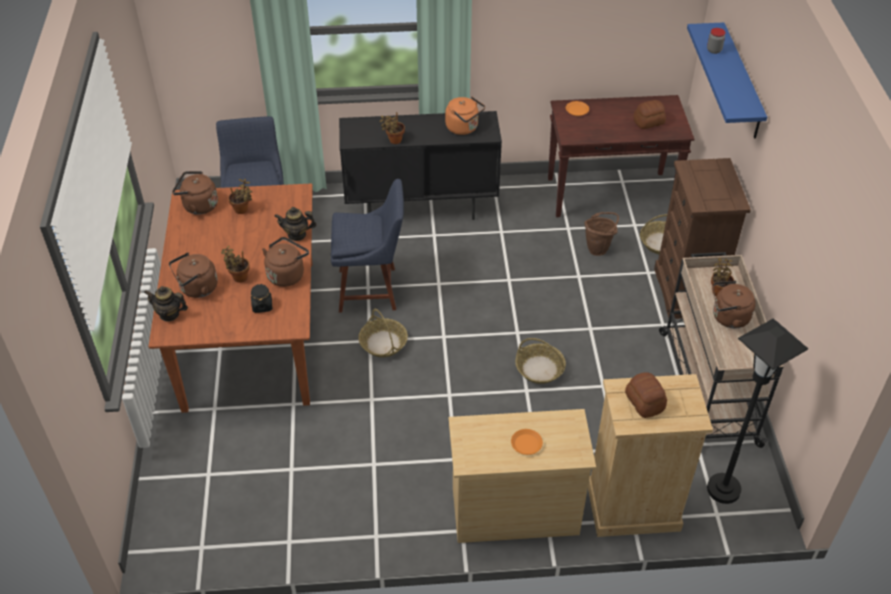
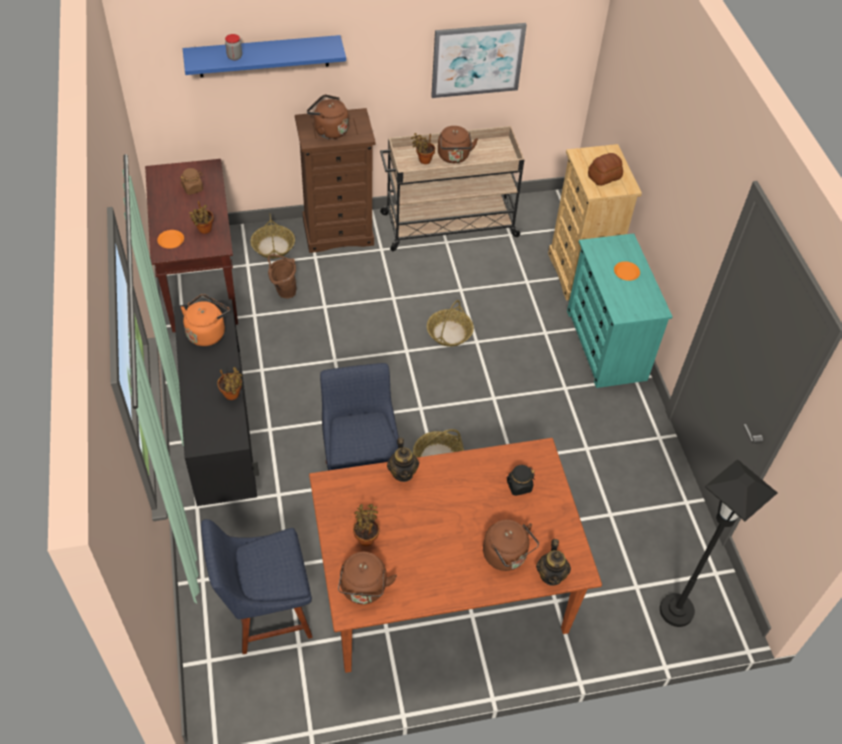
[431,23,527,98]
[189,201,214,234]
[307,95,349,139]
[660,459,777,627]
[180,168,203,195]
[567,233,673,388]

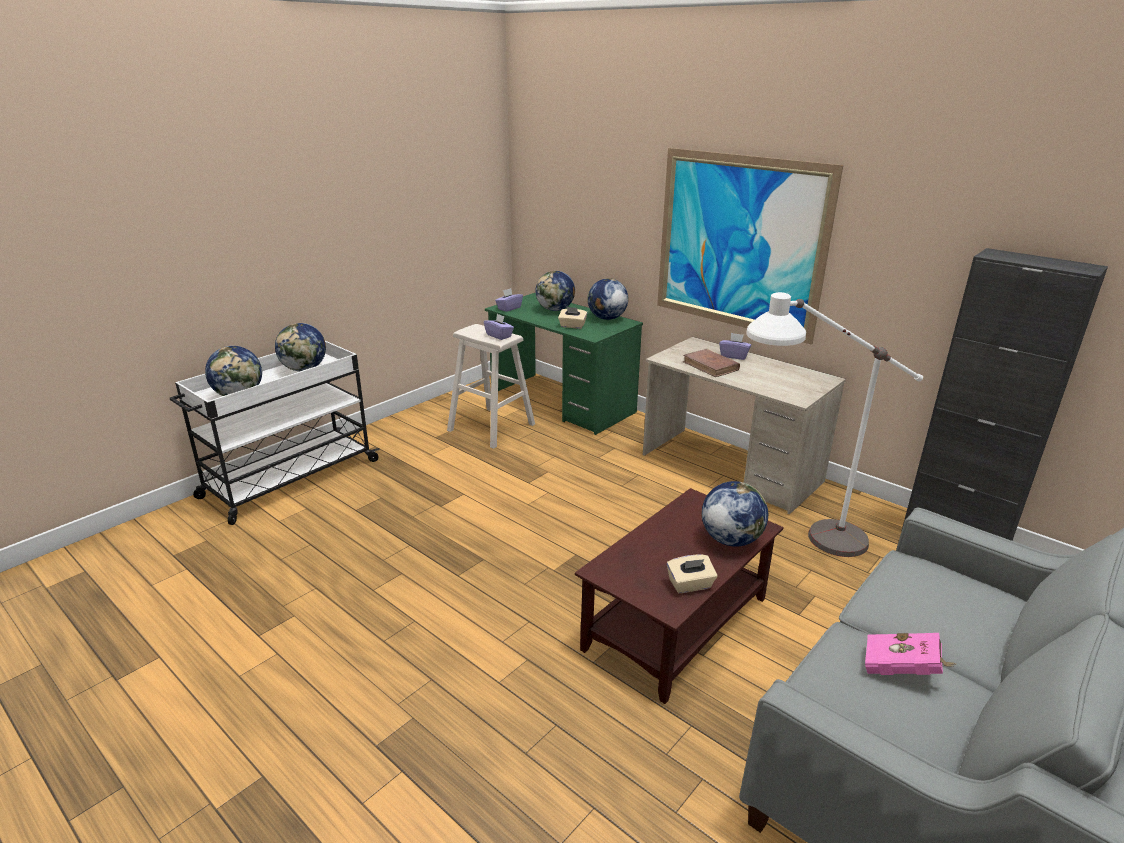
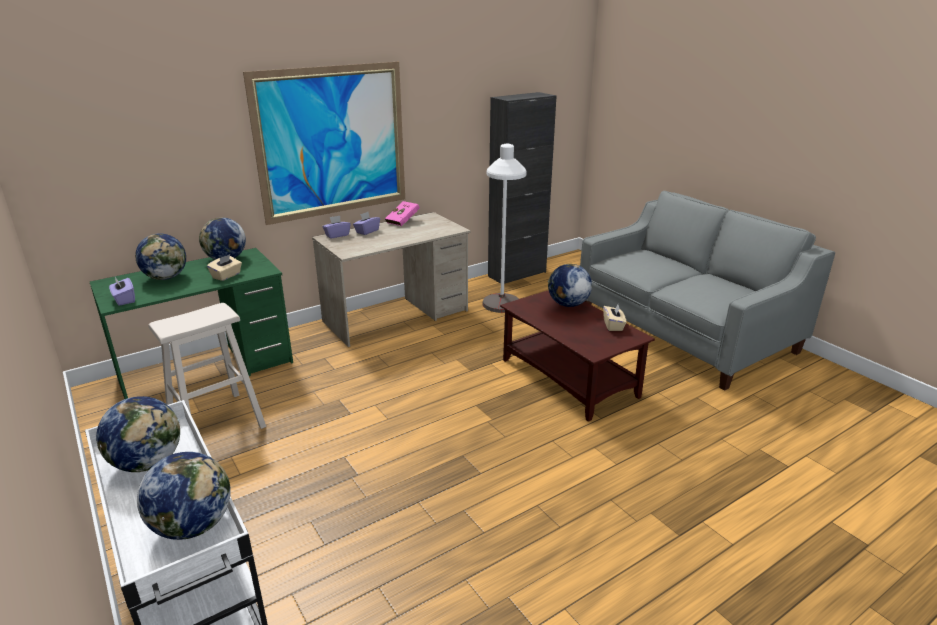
[683,349,740,377] (first image)
[322,216,351,239]
[385,201,419,226]

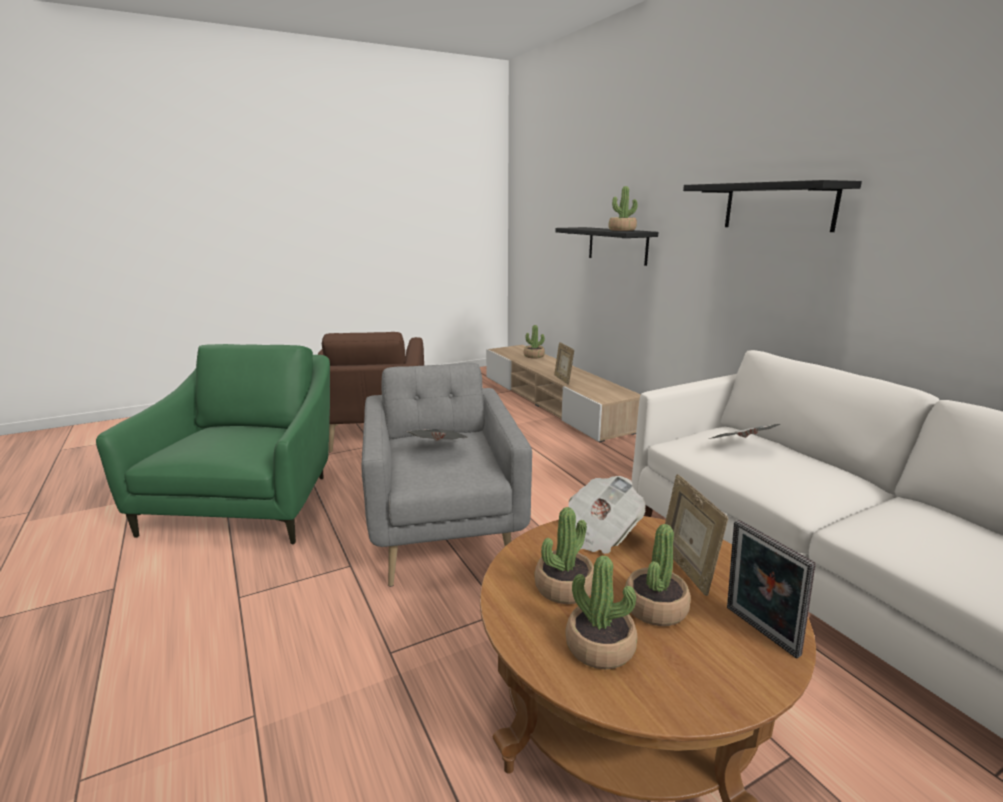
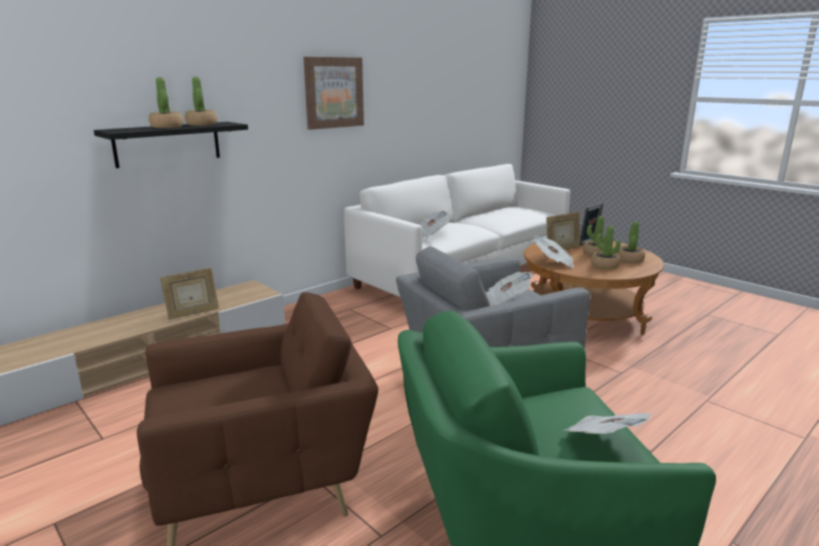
[563,413,653,434]
[149,77,183,128]
[304,57,364,130]

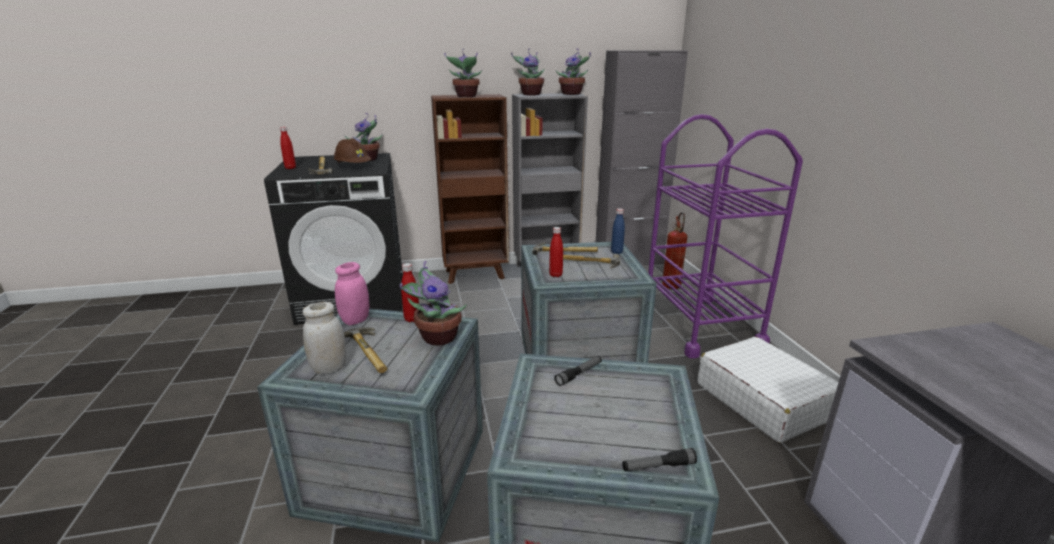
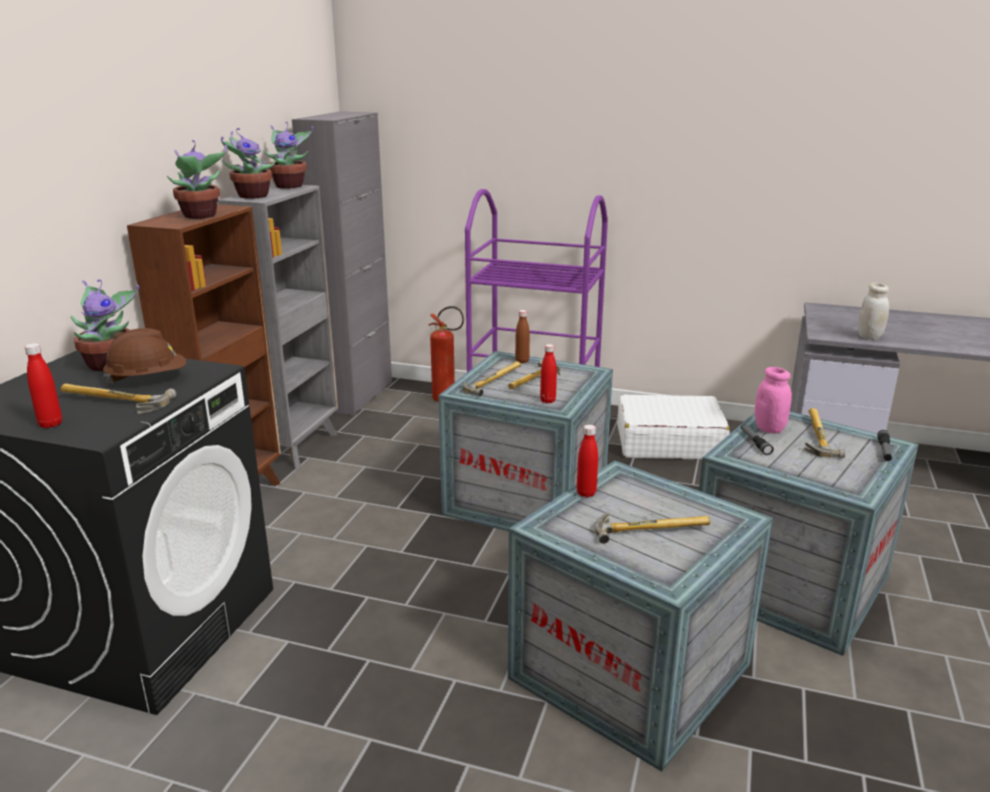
[400,261,467,346] (first image)
[804,408,845,458]
[858,283,889,340]
[755,367,792,434]
[515,310,530,363]

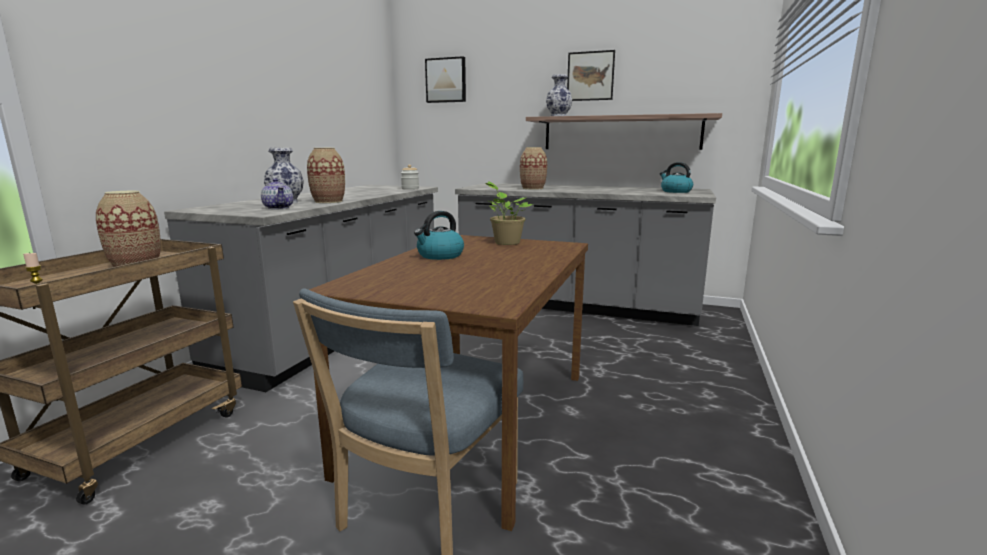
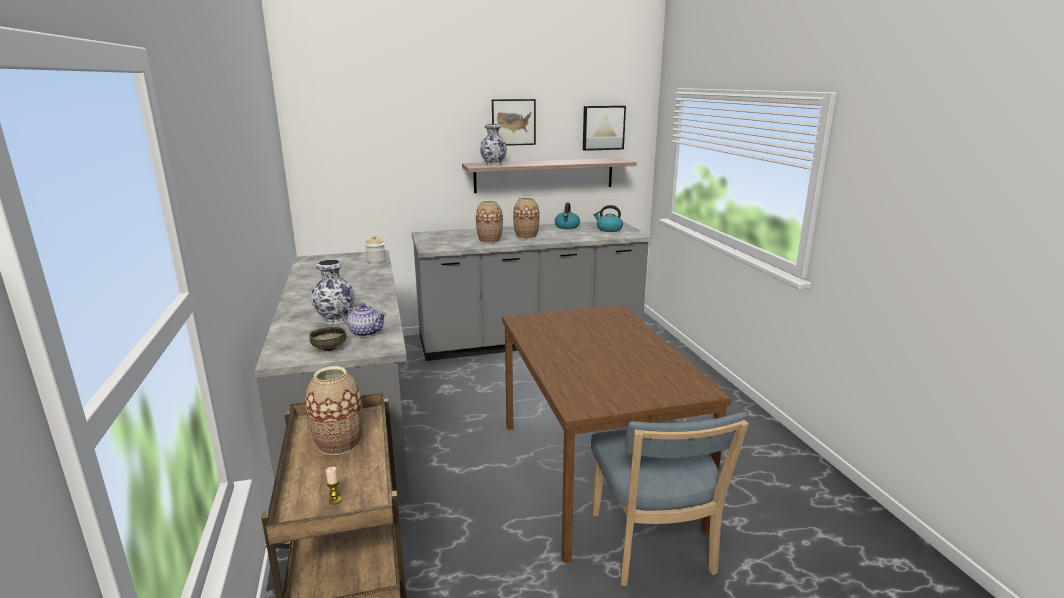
[485,181,533,245] (first image)
[309,326,346,351]
[513,197,540,239]
[555,203,580,229]
[583,106,626,151]

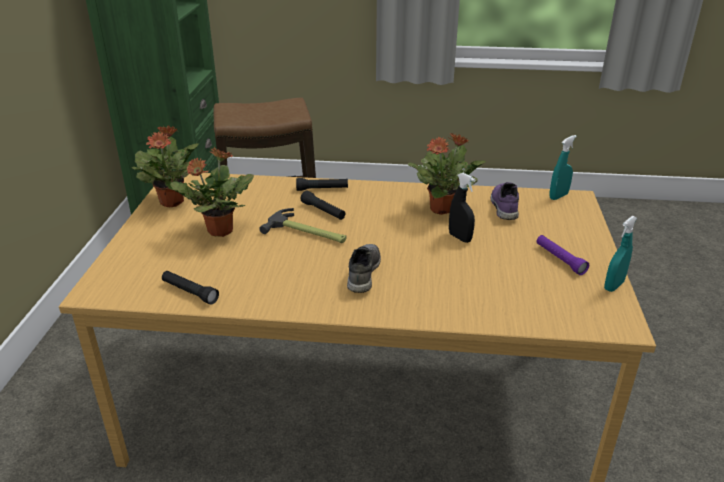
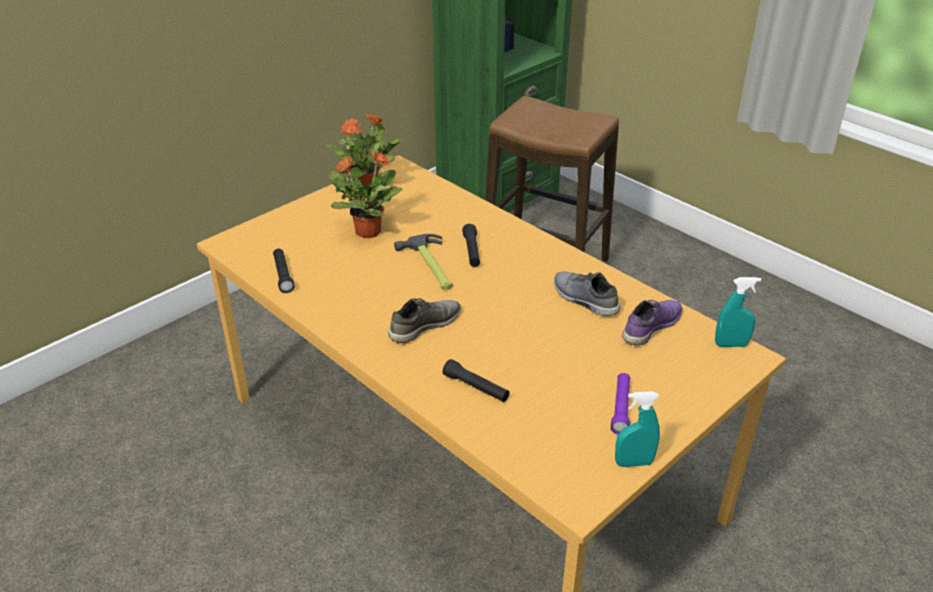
[449,173,476,243] (first image)
[443,359,510,402]
[554,271,620,316]

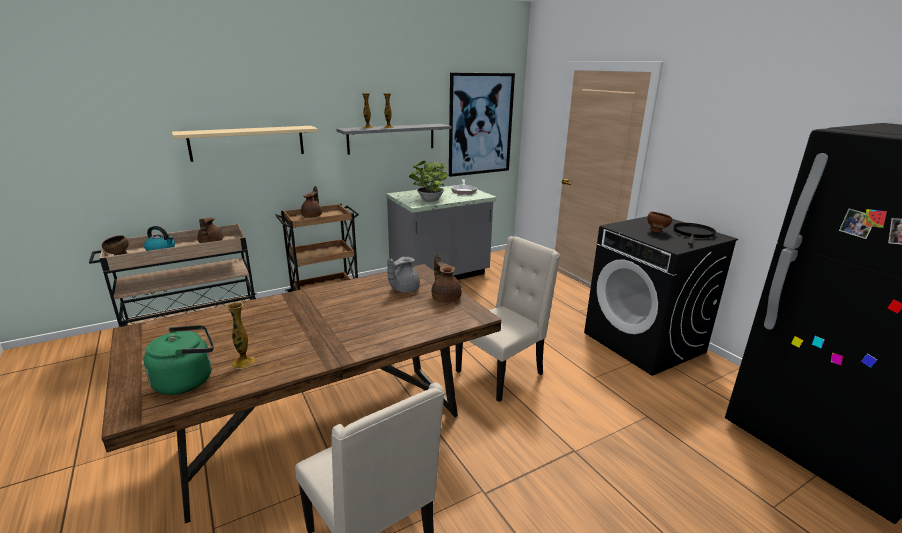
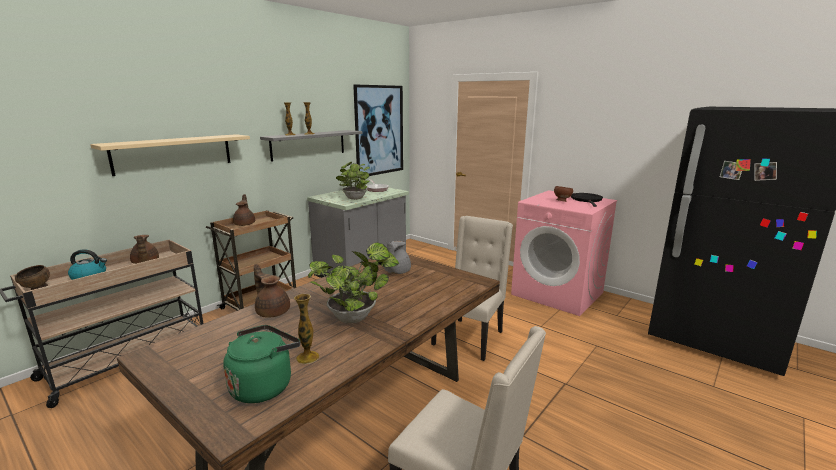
[308,242,399,323]
[254,264,290,318]
[511,190,617,316]

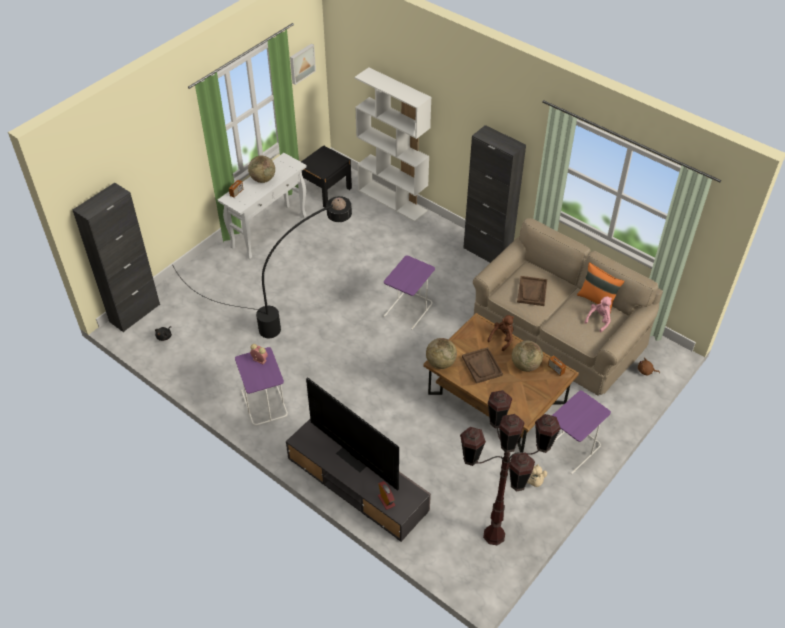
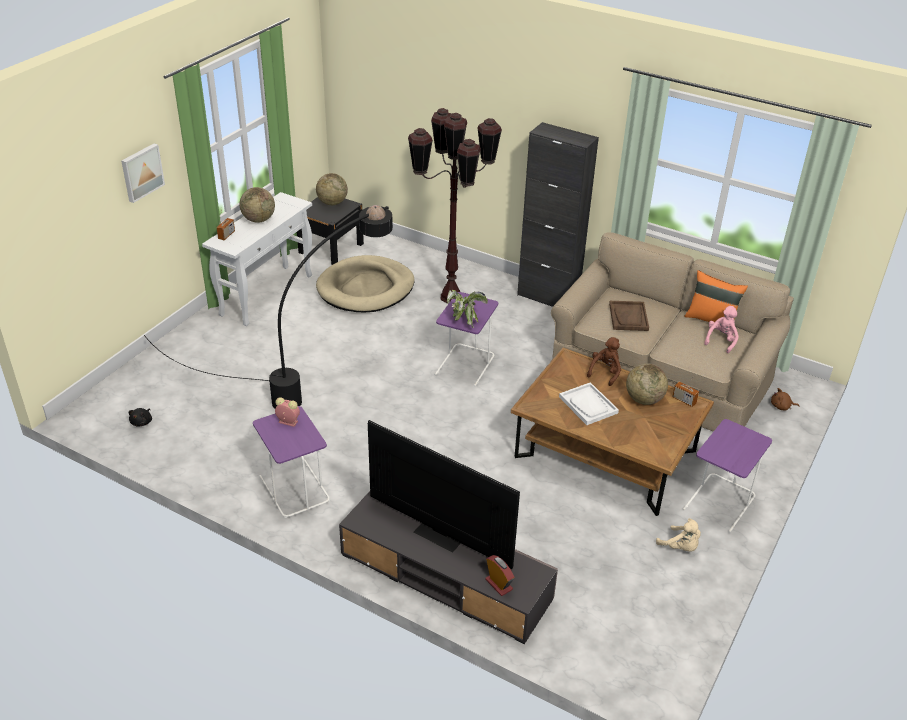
[73,183,160,332] (first image)
[354,67,432,222] (first image)
[316,255,415,312]
[447,289,488,328]
[121,143,165,203]
[316,173,348,205]
[408,108,502,303]
[559,382,619,425]

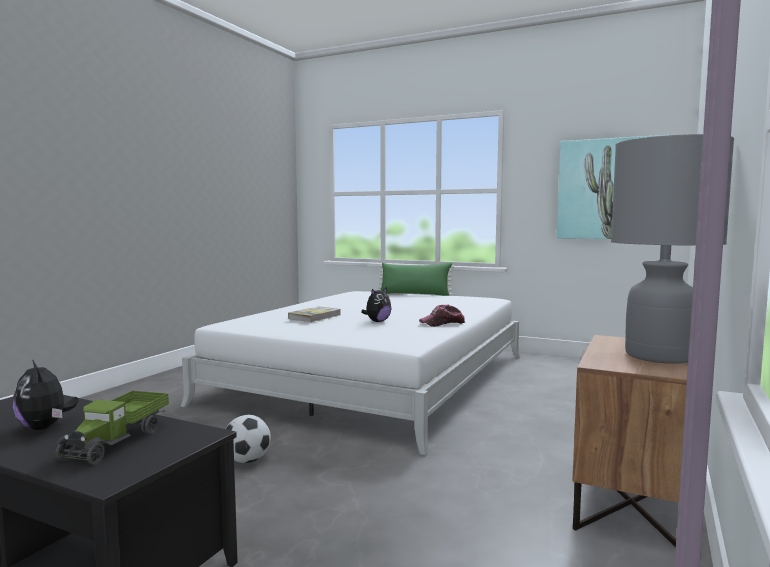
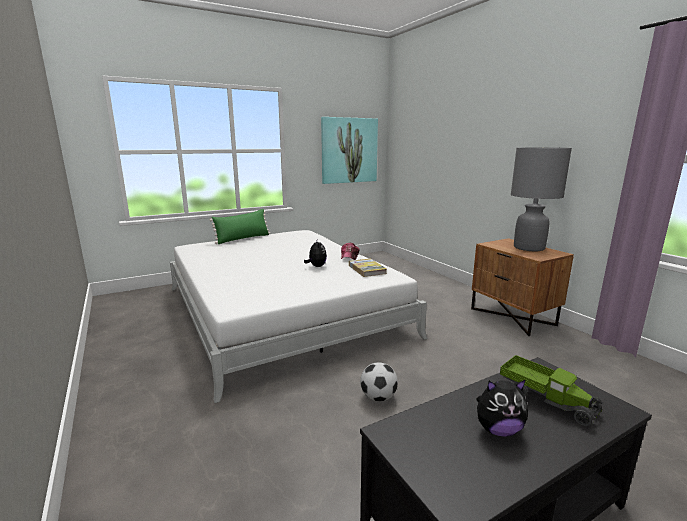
[349,258,387,277]

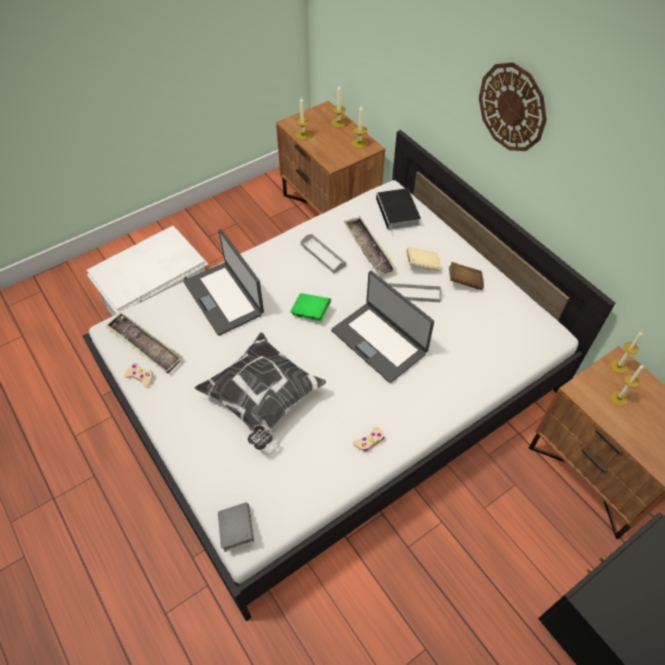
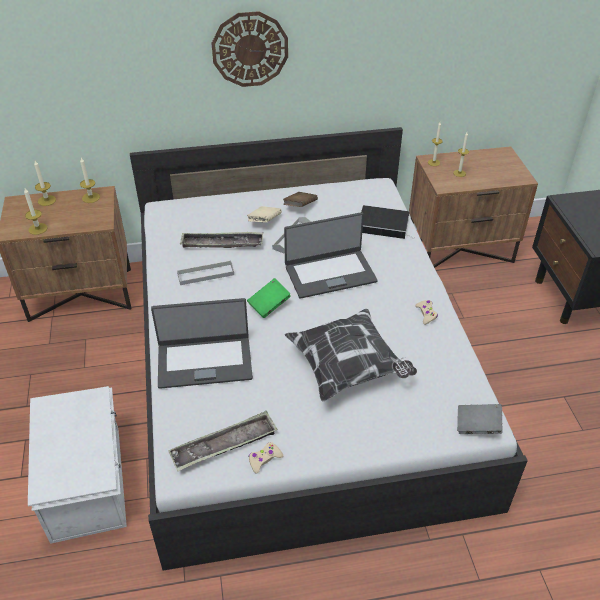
[361,205,414,239]

